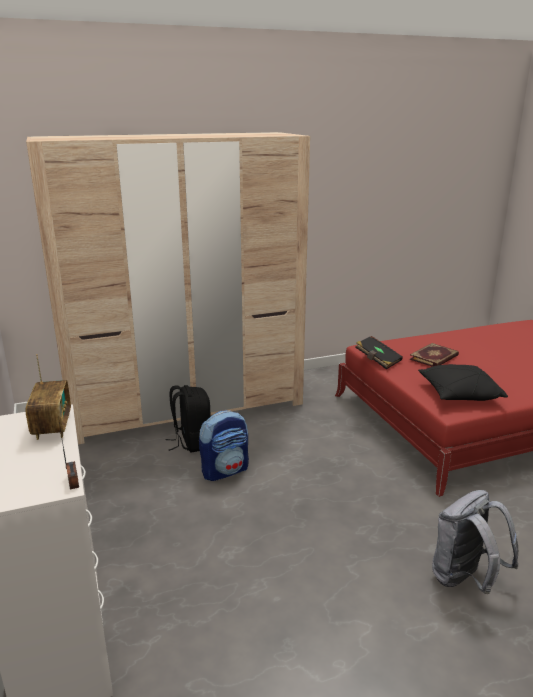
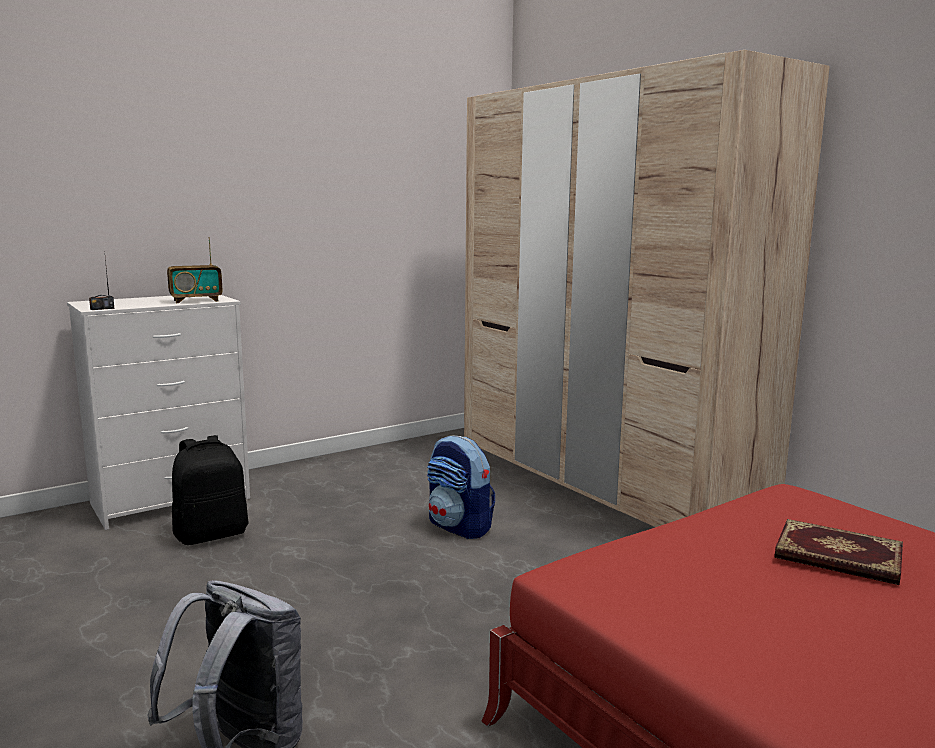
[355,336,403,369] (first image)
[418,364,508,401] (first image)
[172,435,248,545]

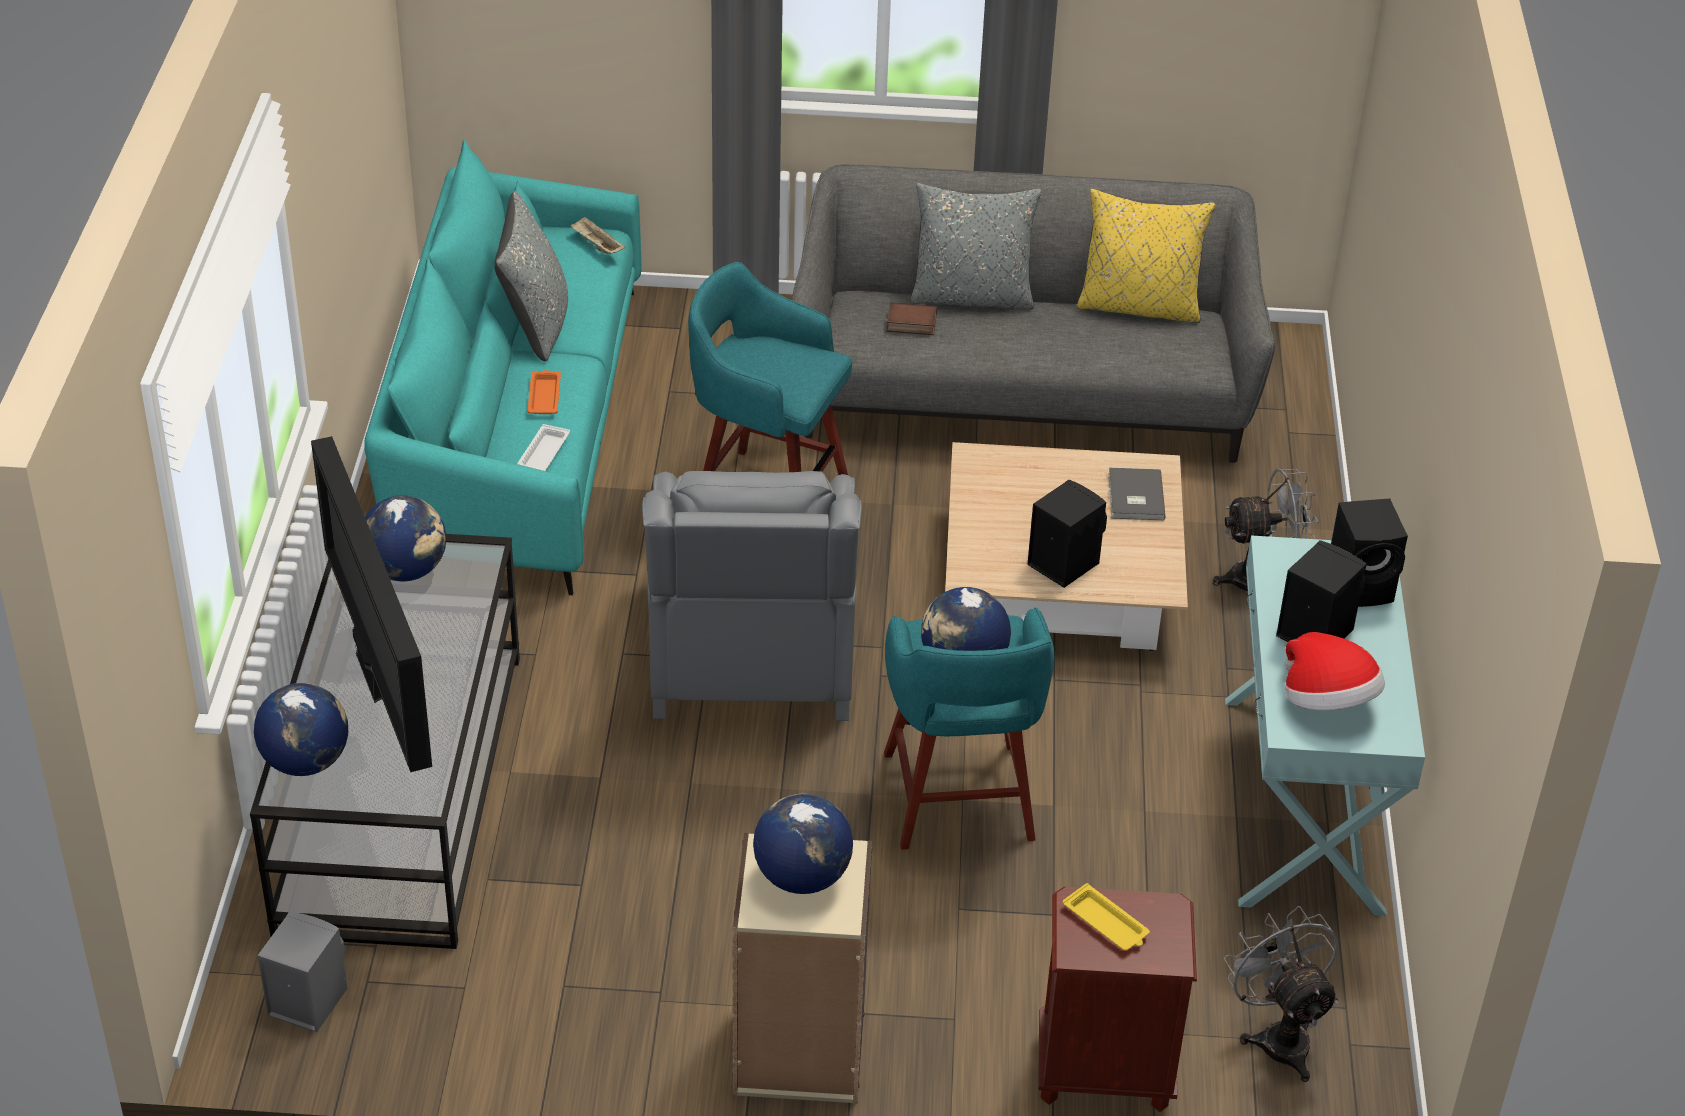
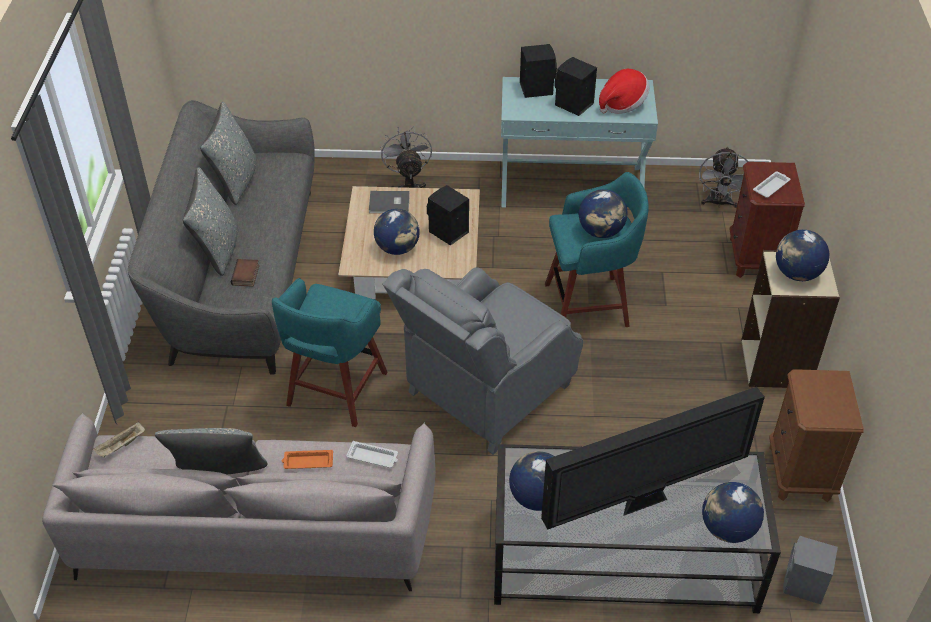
[374,209,420,255]
[769,369,864,502]
[42,412,436,591]
[753,171,791,198]
[200,102,257,205]
[382,267,583,454]
[699,147,749,208]

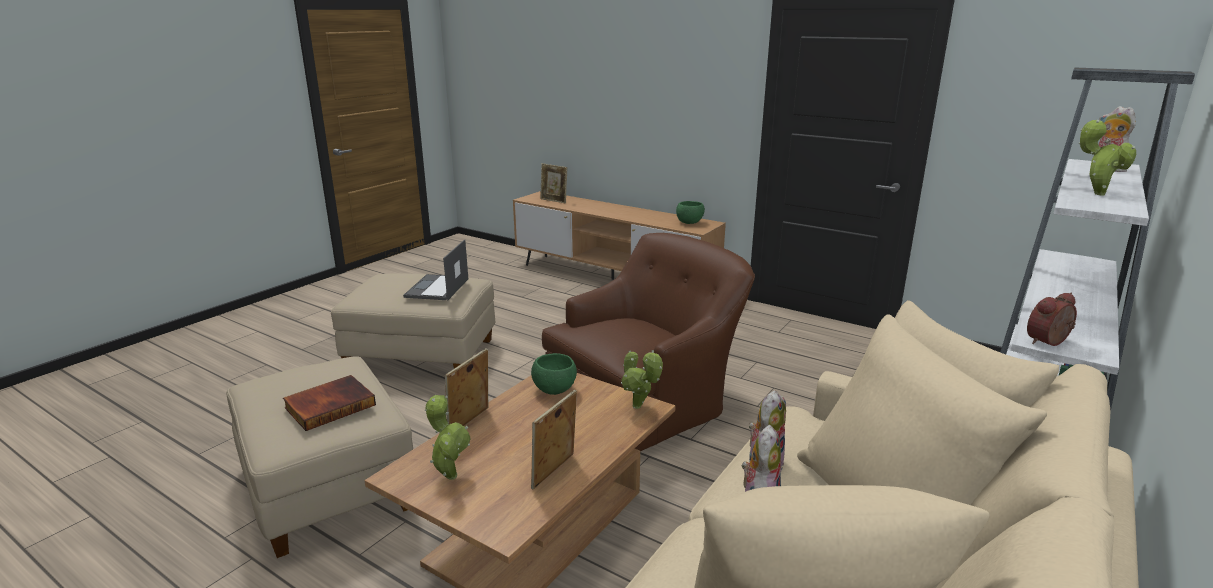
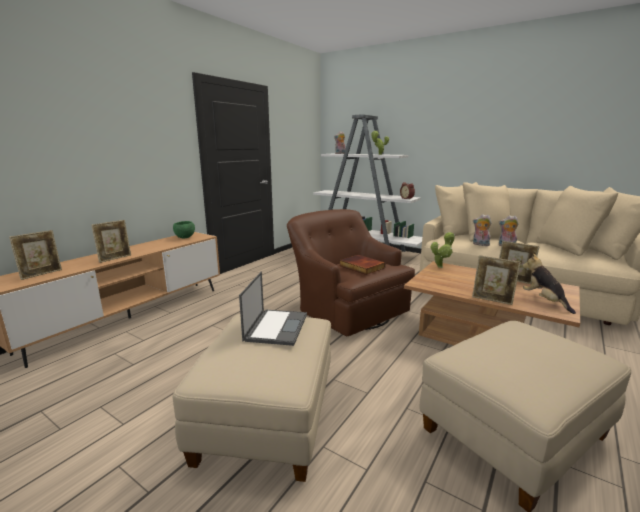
[531,353,577,395] (first image)
[91,220,131,263]
[339,255,385,275]
[522,254,576,314]
[239,272,307,346]

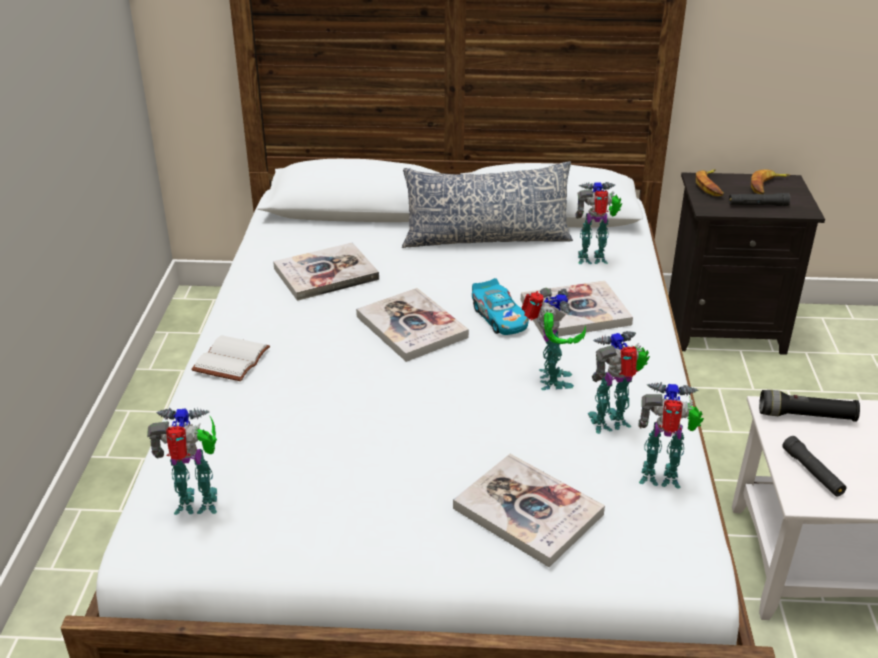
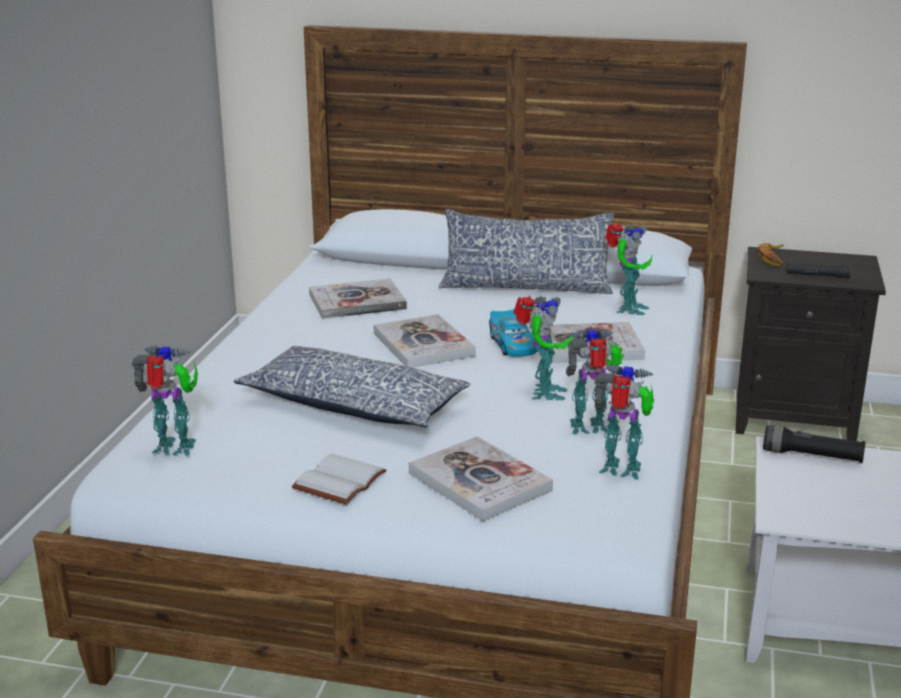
[751,169,790,194] (first image)
[783,436,847,496] (first image)
[234,346,471,428]
[292,453,386,504]
[605,223,652,315]

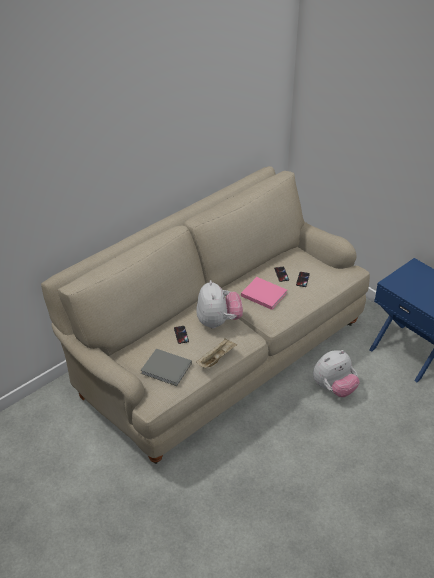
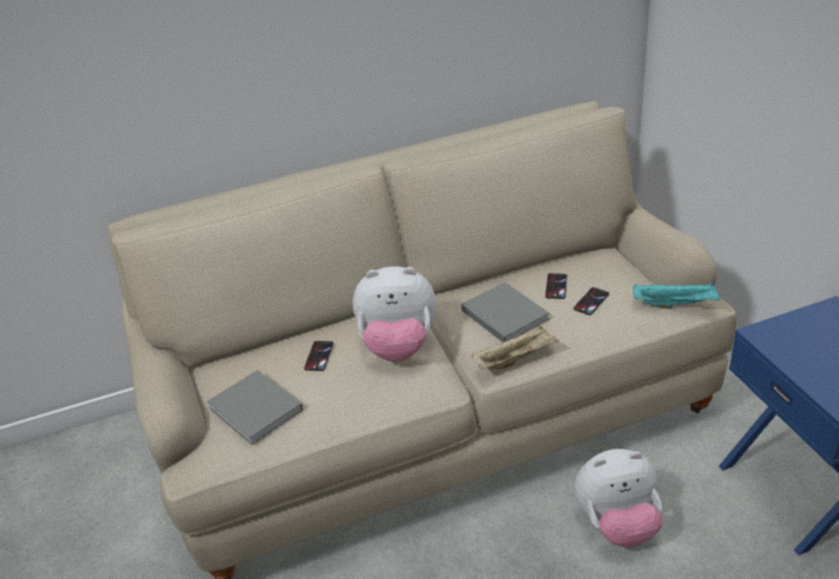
[633,282,720,308]
[472,326,559,369]
[461,282,549,342]
[353,266,436,362]

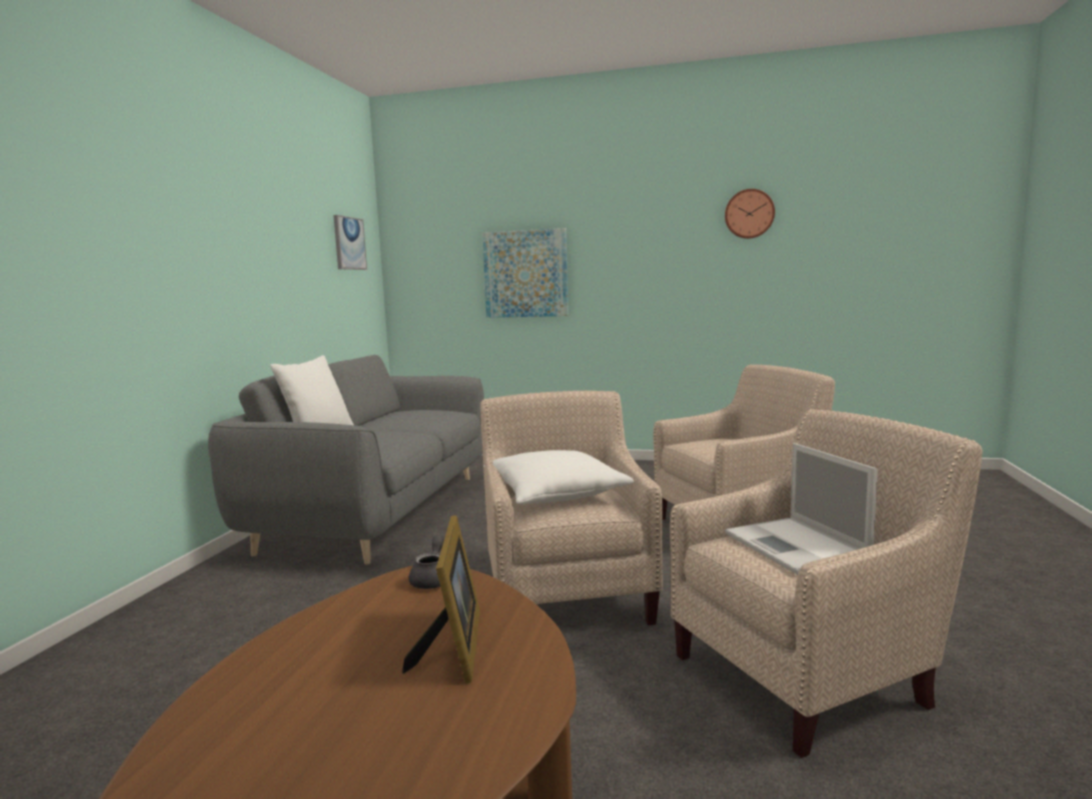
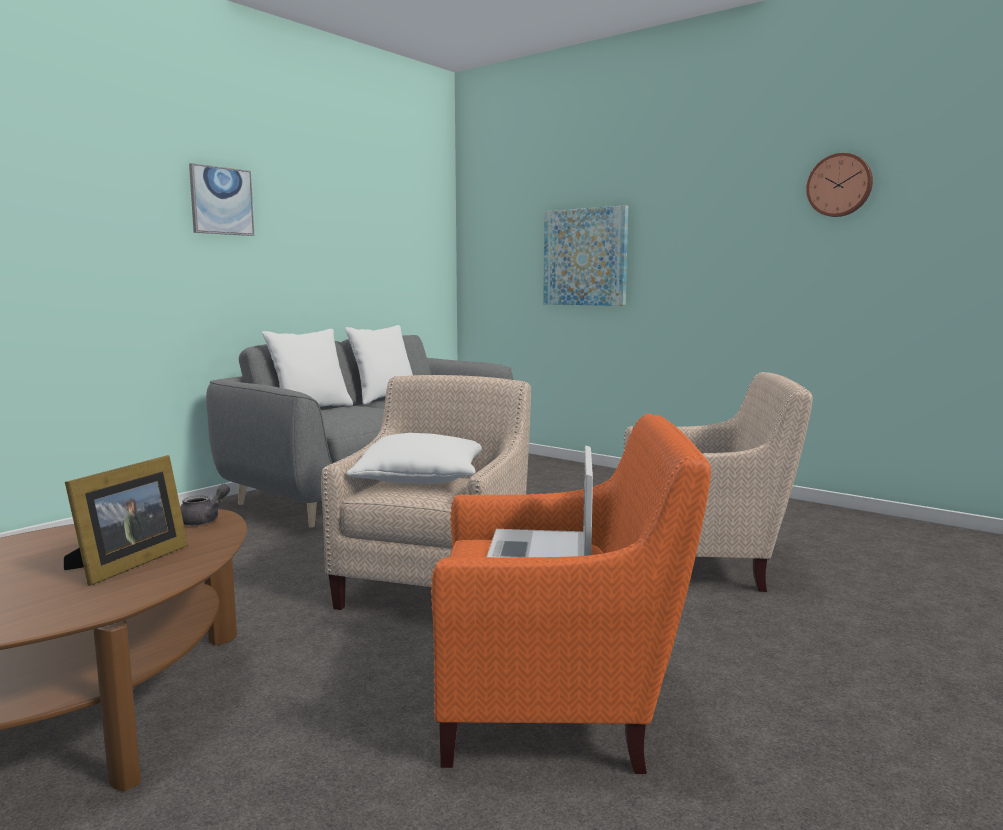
[345,325,413,405]
[189,163,254,236]
[431,414,711,774]

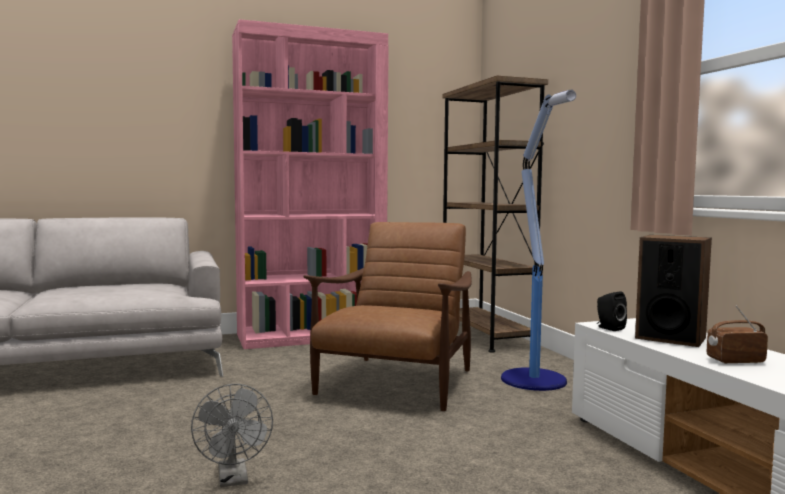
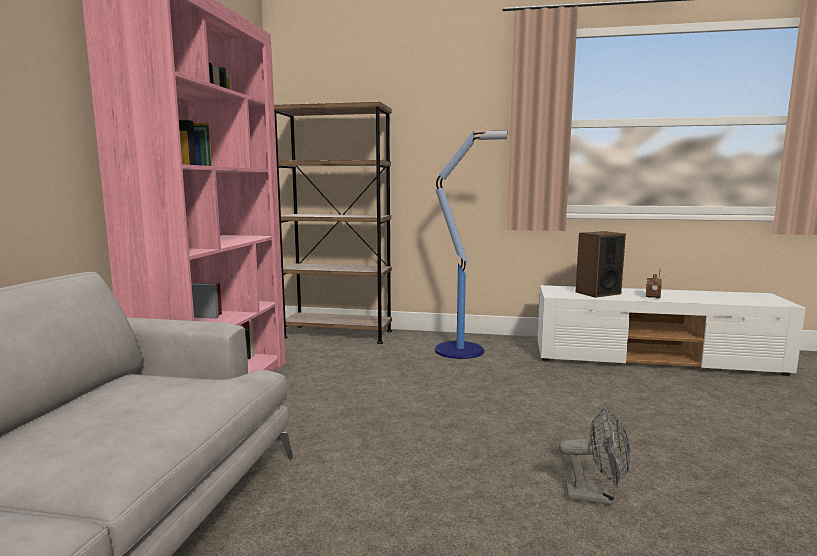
[303,222,472,411] (first image)
[597,291,627,331] (first image)

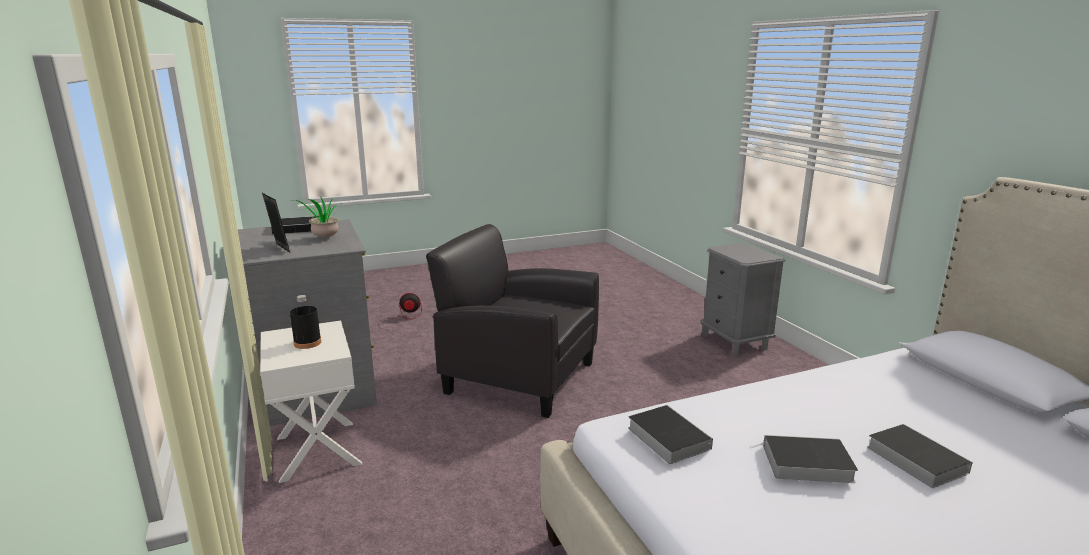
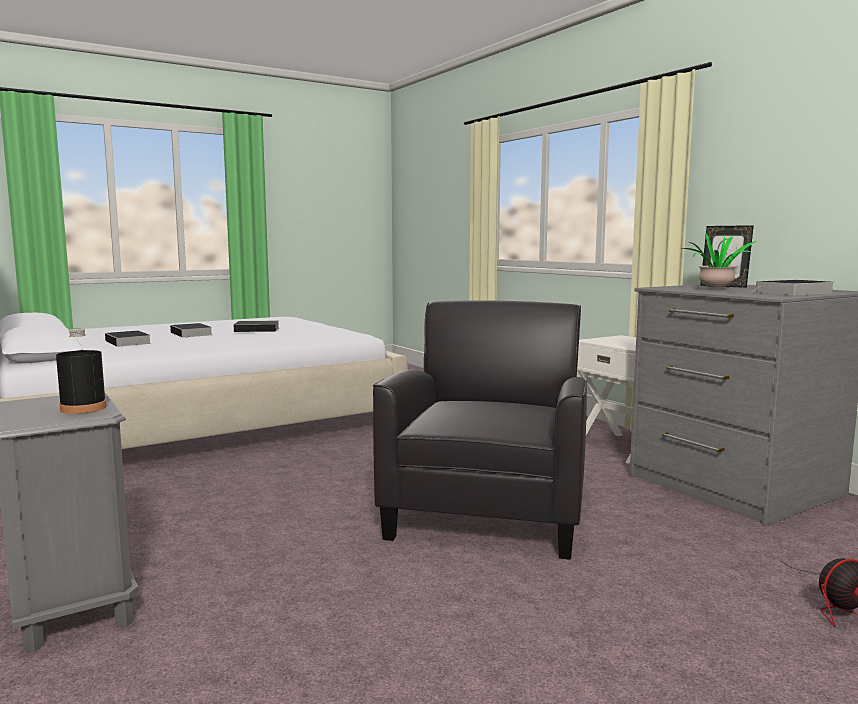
[56,328,106,414]
[105,331,151,347]
[373,300,587,560]

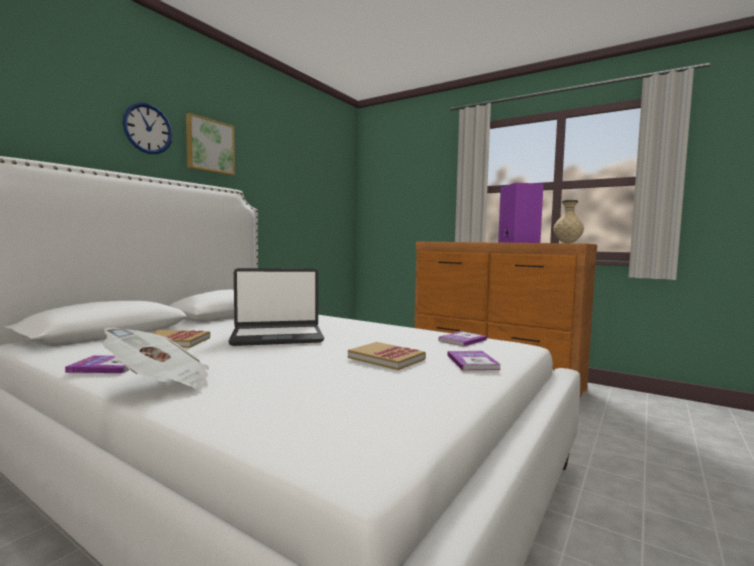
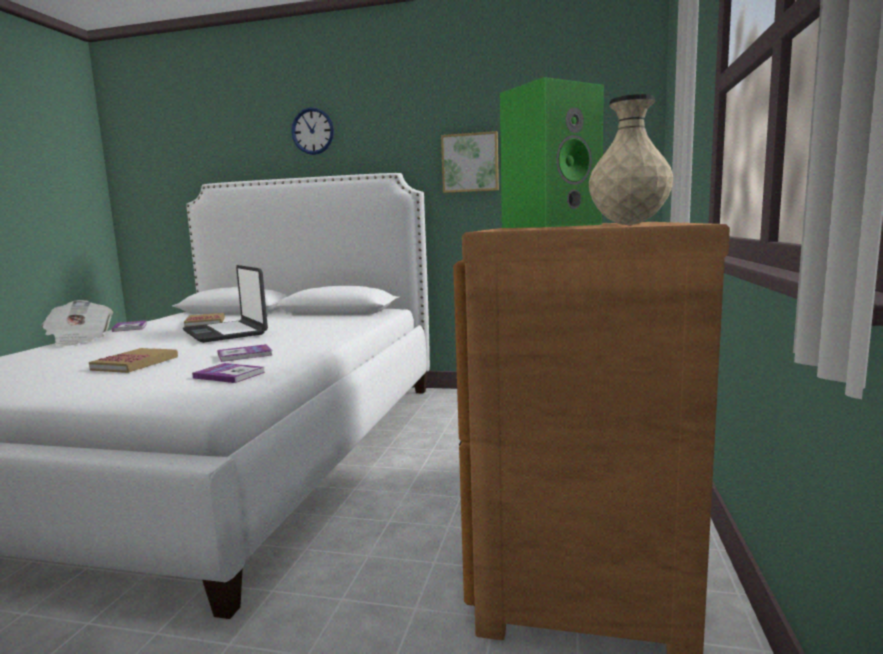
[441,131,499,193]
[217,344,272,362]
[500,77,604,228]

